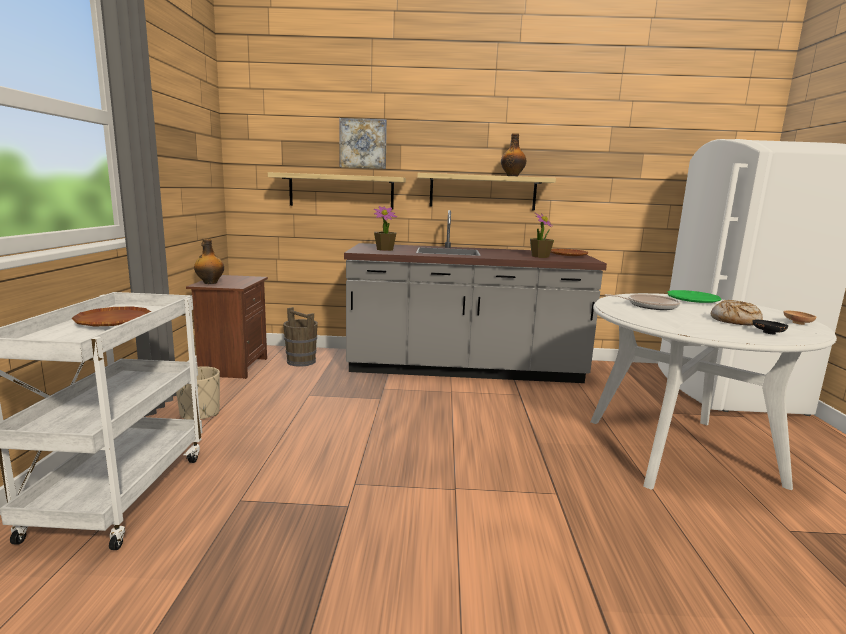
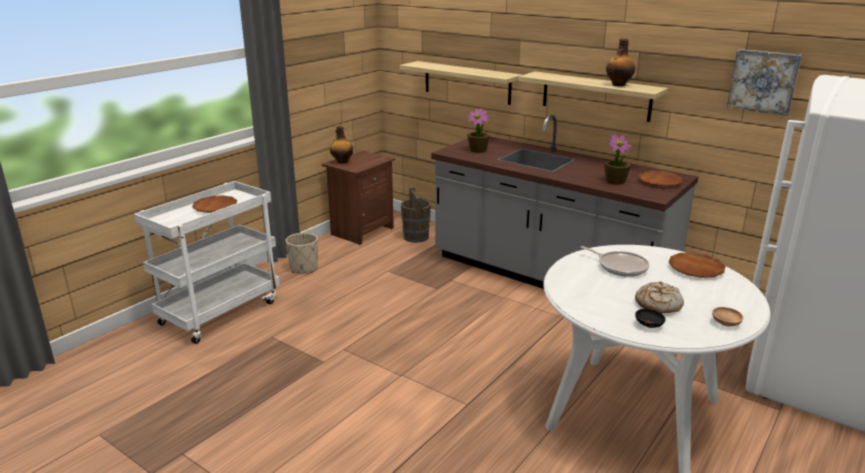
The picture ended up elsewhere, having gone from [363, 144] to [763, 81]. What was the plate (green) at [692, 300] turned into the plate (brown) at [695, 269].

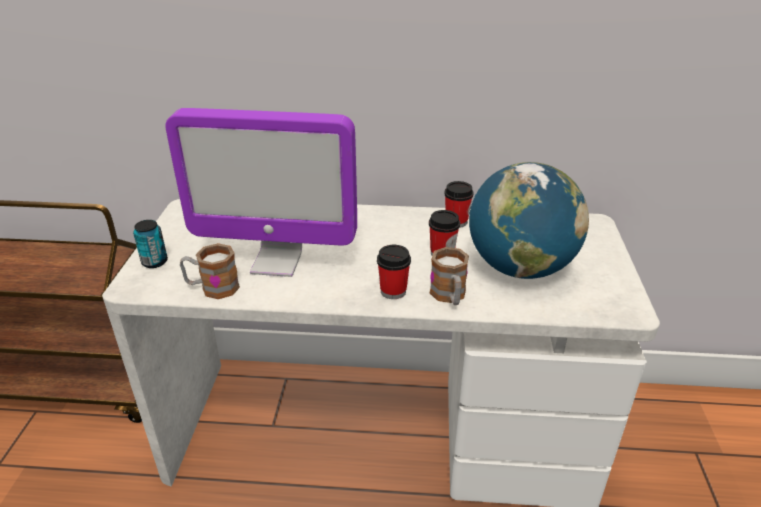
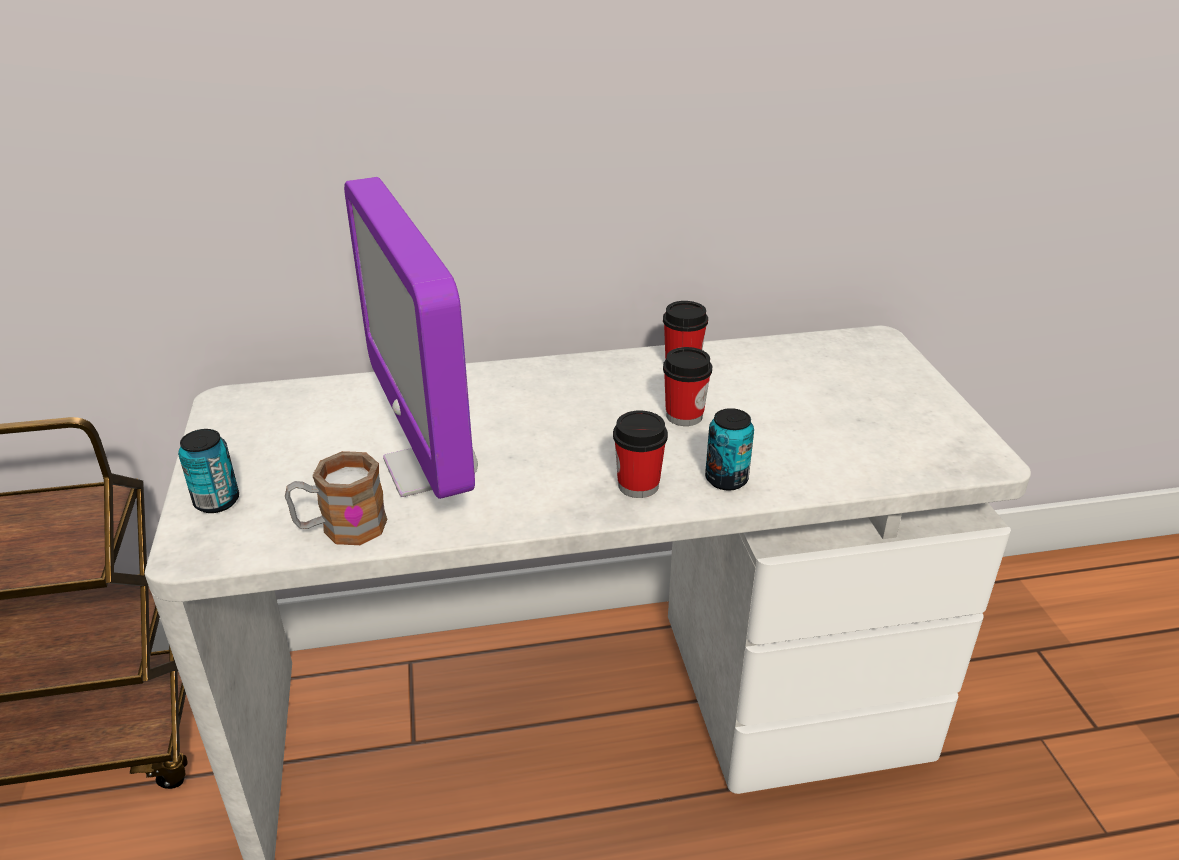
The monitor at [277, 262] ended up facing another way, 75 degrees clockwise from before. The second view lost the globe at [520, 268]. Where the mug stood at [449, 296], the can came to stand at [726, 479].

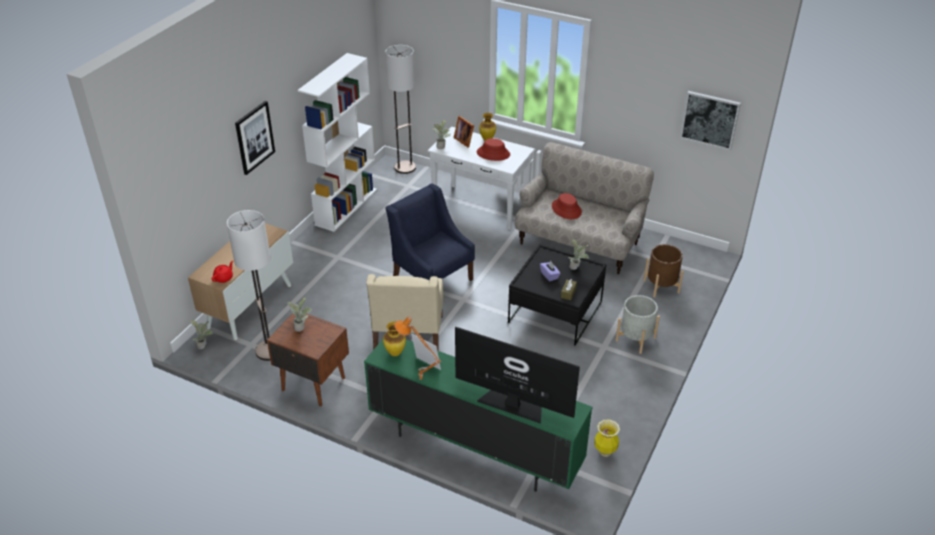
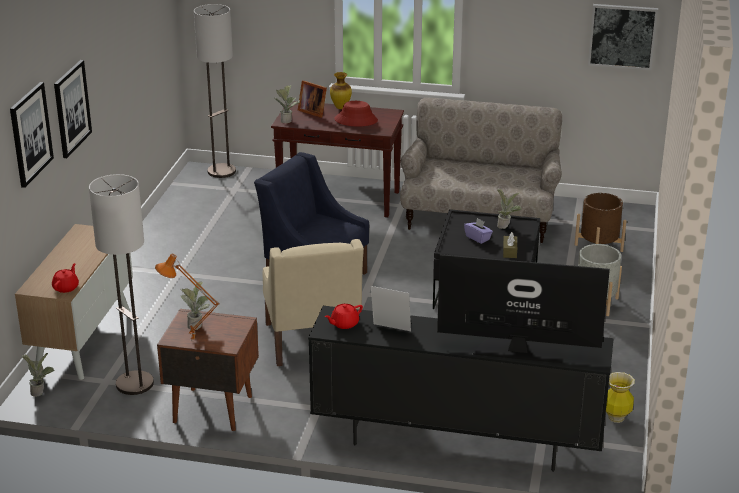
The second view lost the bookcase (white) at [346, 207]. What was the console table (white) at [481, 207] turned into the console table (brown) at [340, 199]. The second view lost the hat (red) at [566, 209]. The table lamp (orange) ended up elsewhere, having gone from [419, 380] to [191, 342]. Where the vase stood at [395, 353], the teapot (red) came to stand at [344, 324]. What was the tv stand (green) at [473, 448] turned into the tv stand (black) at [455, 441]. The second view gained the picture at [30, 134].

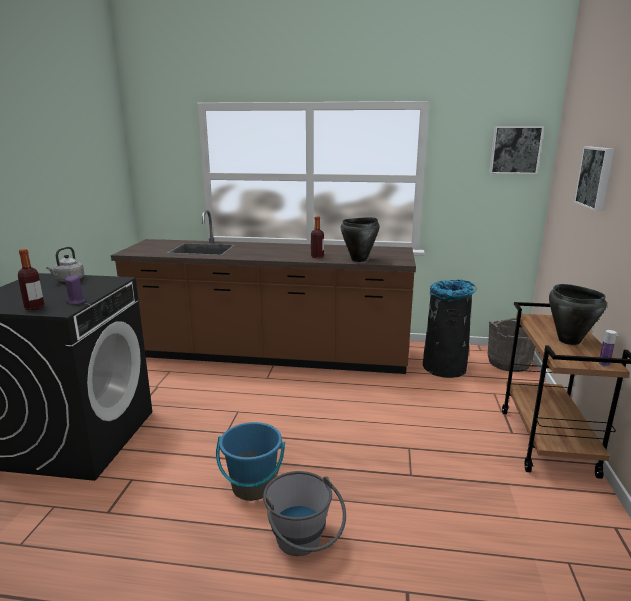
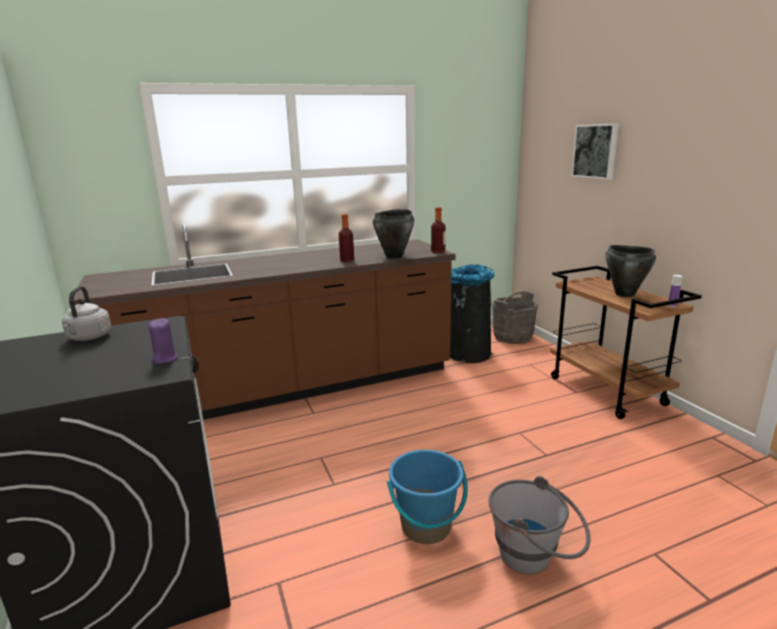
The second view lost the picture at [515, 150]. The bottle ended up elsewhere, having gone from [34, 307] to [438, 252].

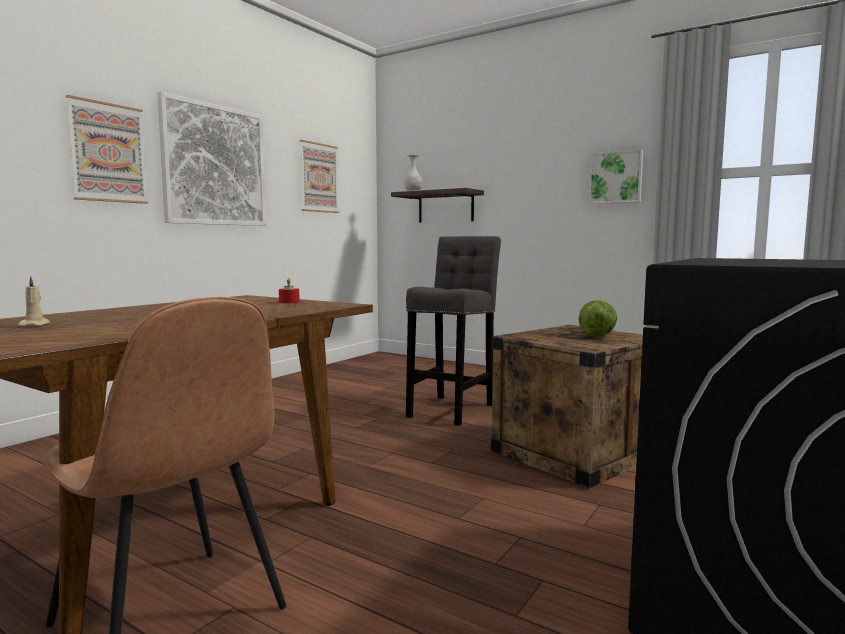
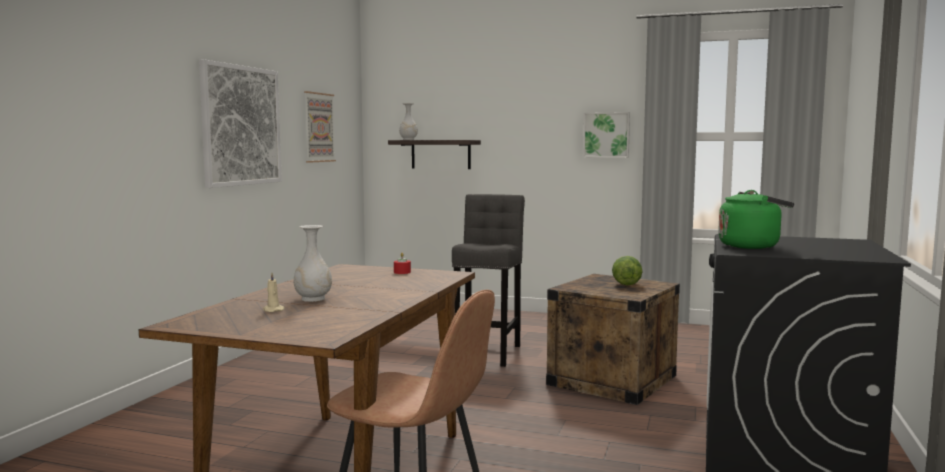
The second view lost the picture at [108, 153]. The second view gained the kettle (green) at [752, 246]. The second view gained the vase (white) at [313, 299].

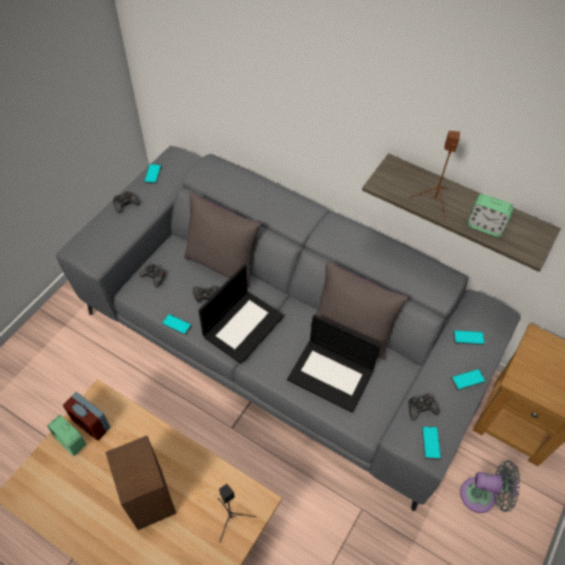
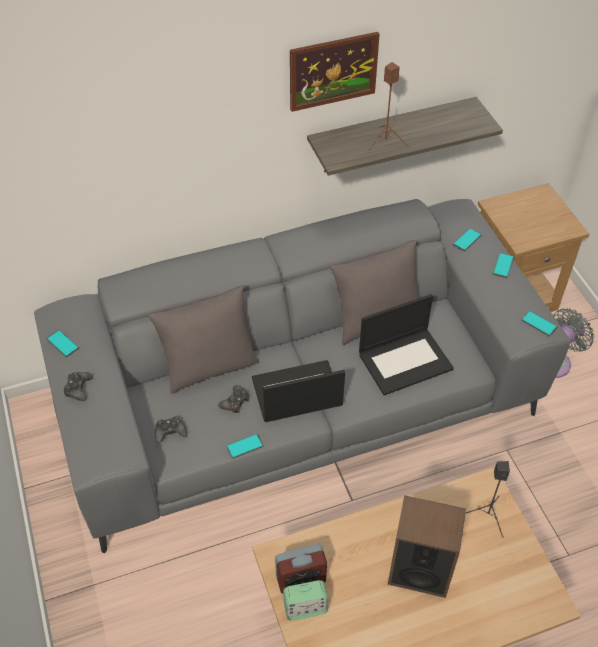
The second view lost the alarm clock at [485, 226]. The laptop at [243, 325] ended up facing another way, 90 degrees counterclockwise from before. The second view lost the game controller (black) at [421, 408]. The second view gained the picture at [333, 71].

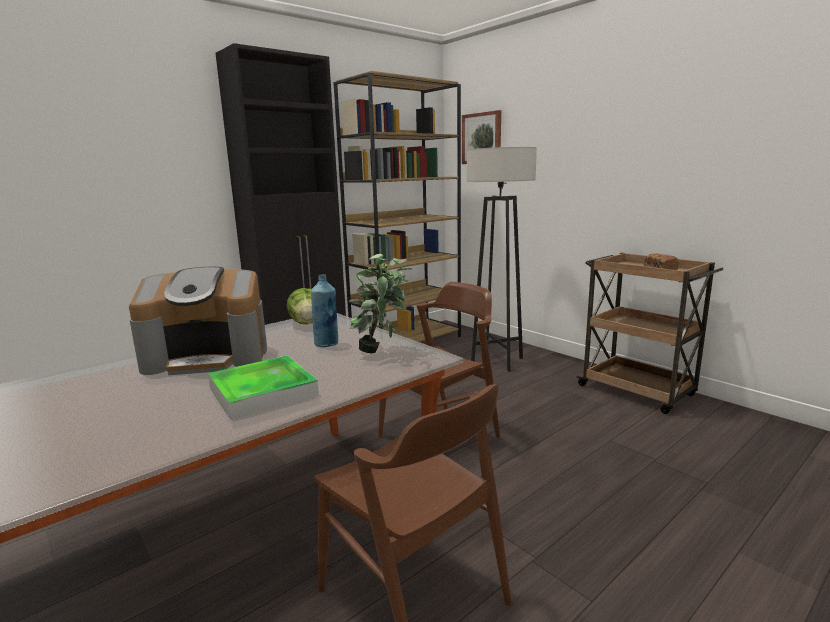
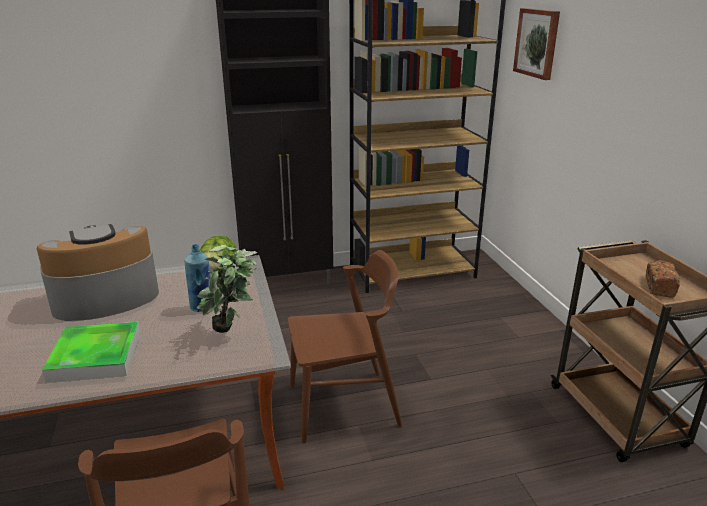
The second view lost the floor lamp (grey) at [497, 361]. The coffee machine at [209, 357] ended up facing another way, 135 degrees clockwise from before.

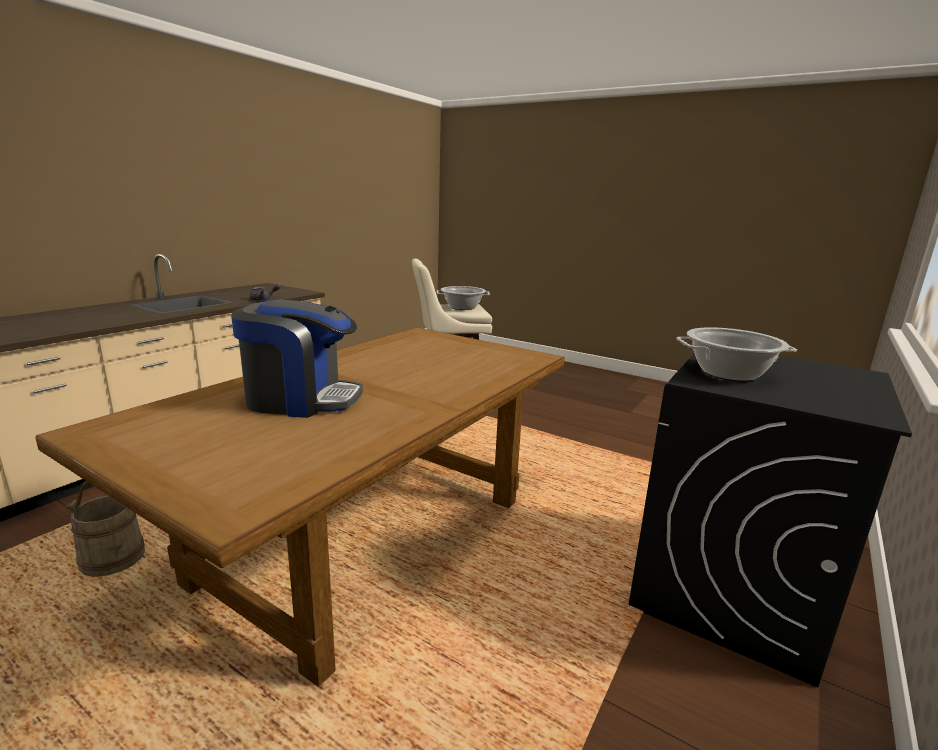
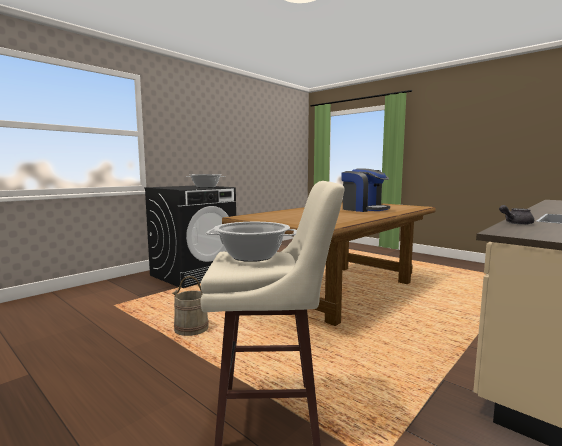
The coffee machine at [301, 399] ended up facing another way, 150 degrees counterclockwise from before. The bucket (beige) ended up elsewhere, having gone from [113, 559] to [191, 329].

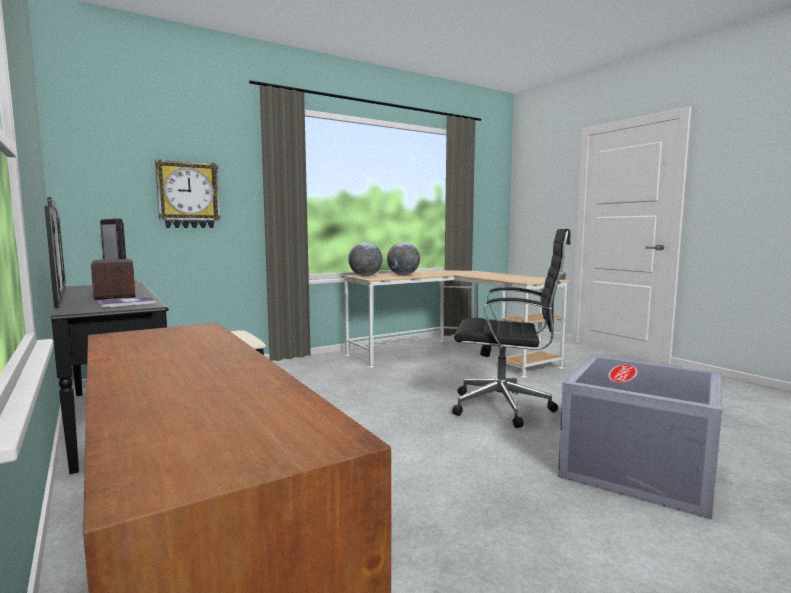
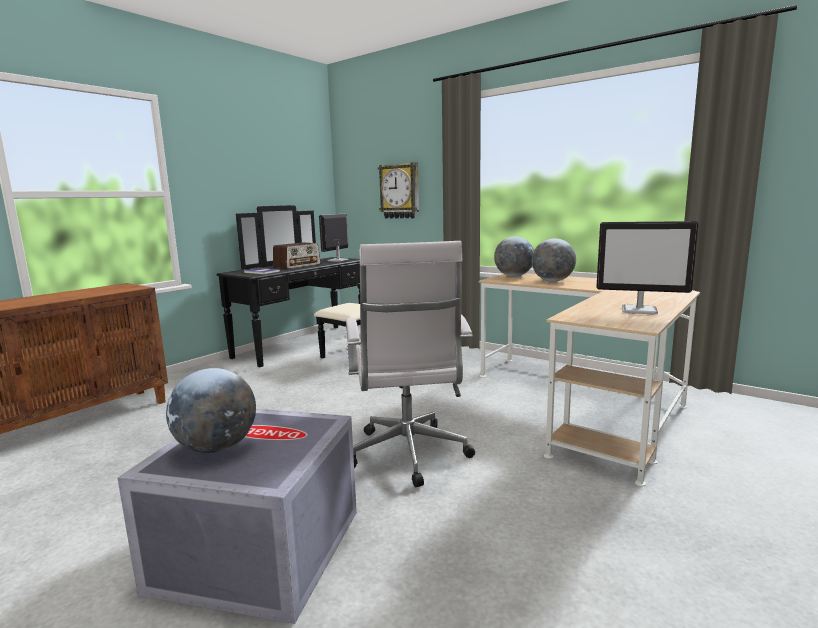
What was the office chair (black) at [506, 408] turned into the office chair (white) at [409, 456]. The second view gained the monitor at [640, 310]. The second view gained the globe at [217, 448].

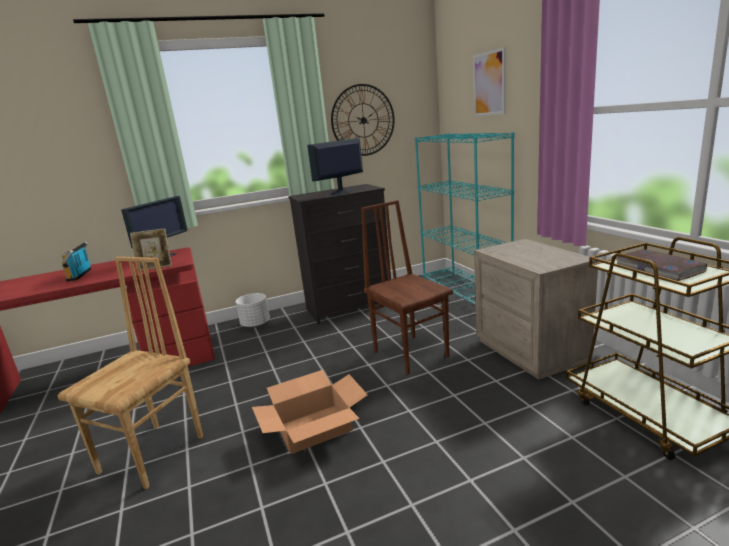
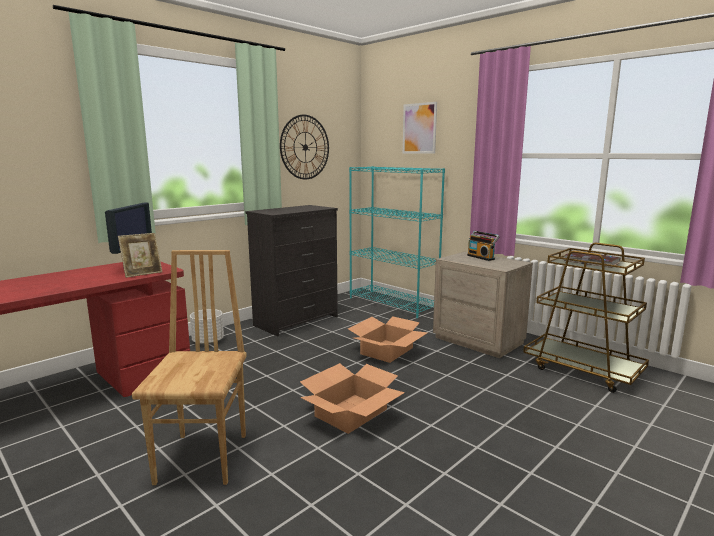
The second view lost the monitor at [340, 192]. Where the chair (brown) stood at [411, 353], the cardboard box came to stand at [387, 351]. The radio ended up elsewhere, having gone from [81, 275] to [481, 257].

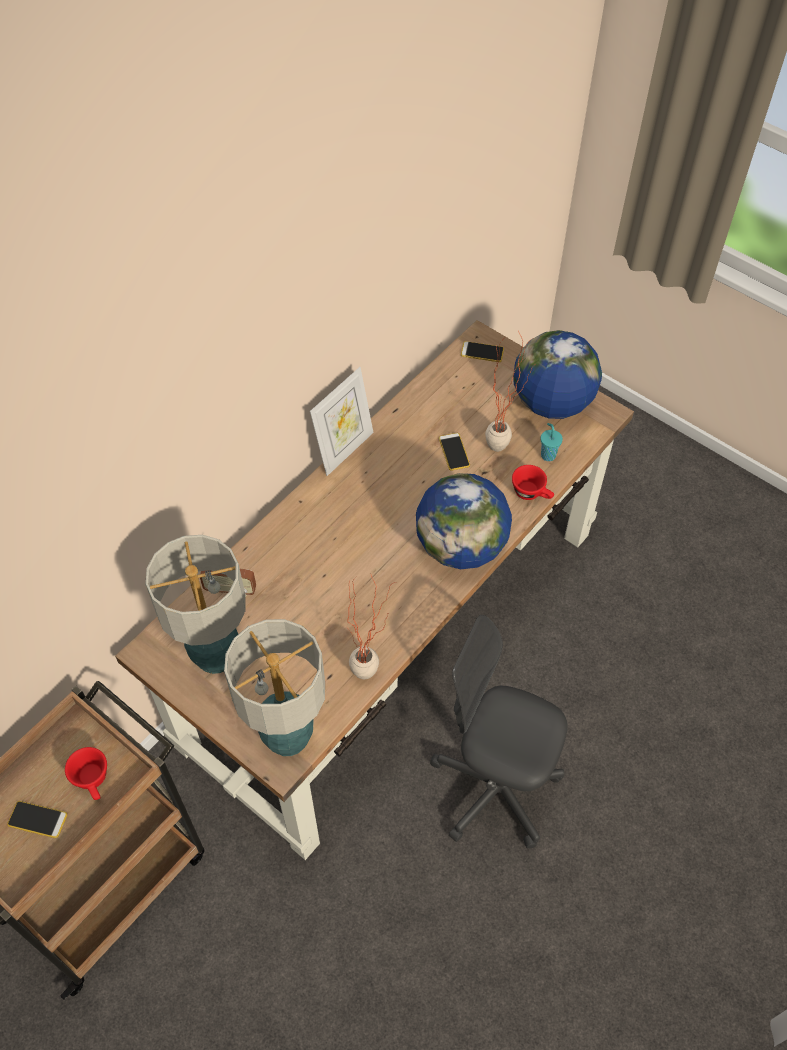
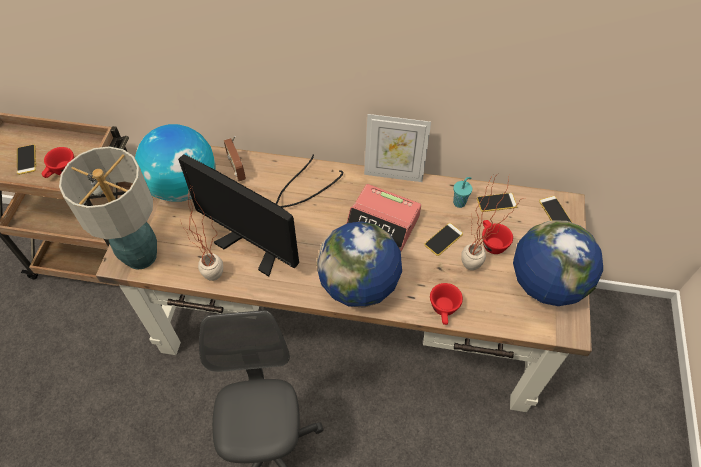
The cup (turquoise) ended up elsewhere, having gone from [547, 454] to [460, 202]. Where the table lamp stood at [216, 655], the globe came to stand at [184, 187]. The second view gained the monitor at [268, 230]. The second view gained the alarm clock at [383, 223]. The second view gained the phone at [496, 202]. The second view gained the cup (red) at [491, 242].

